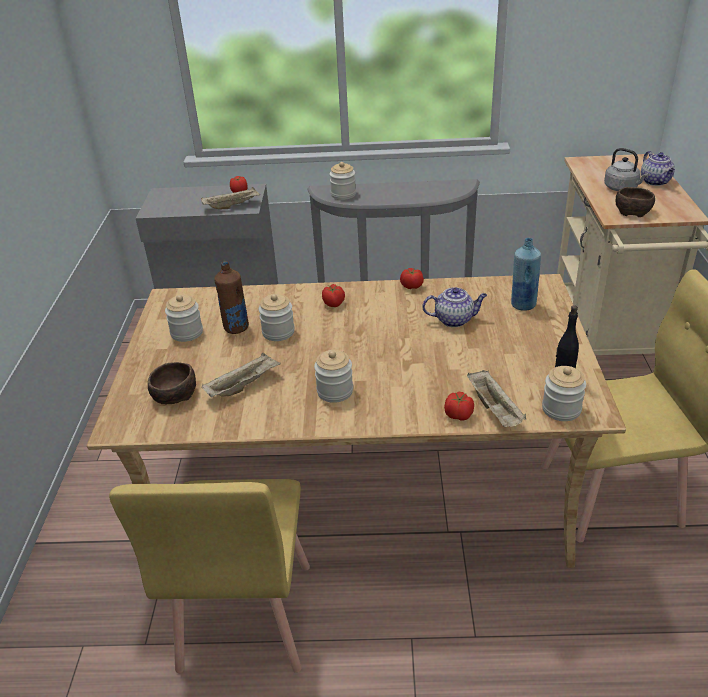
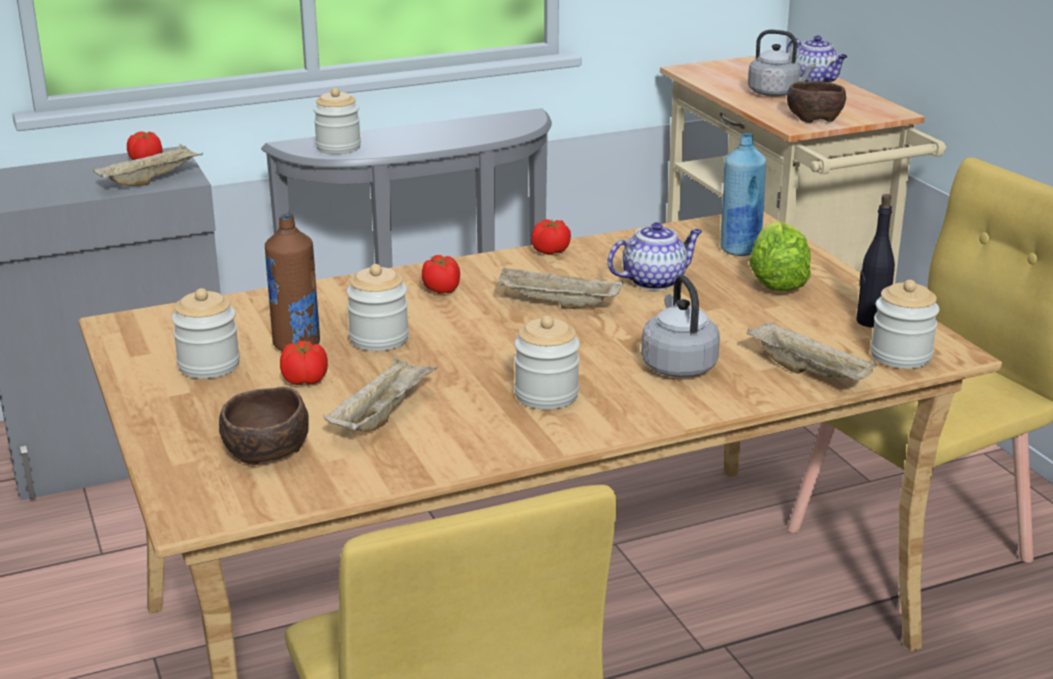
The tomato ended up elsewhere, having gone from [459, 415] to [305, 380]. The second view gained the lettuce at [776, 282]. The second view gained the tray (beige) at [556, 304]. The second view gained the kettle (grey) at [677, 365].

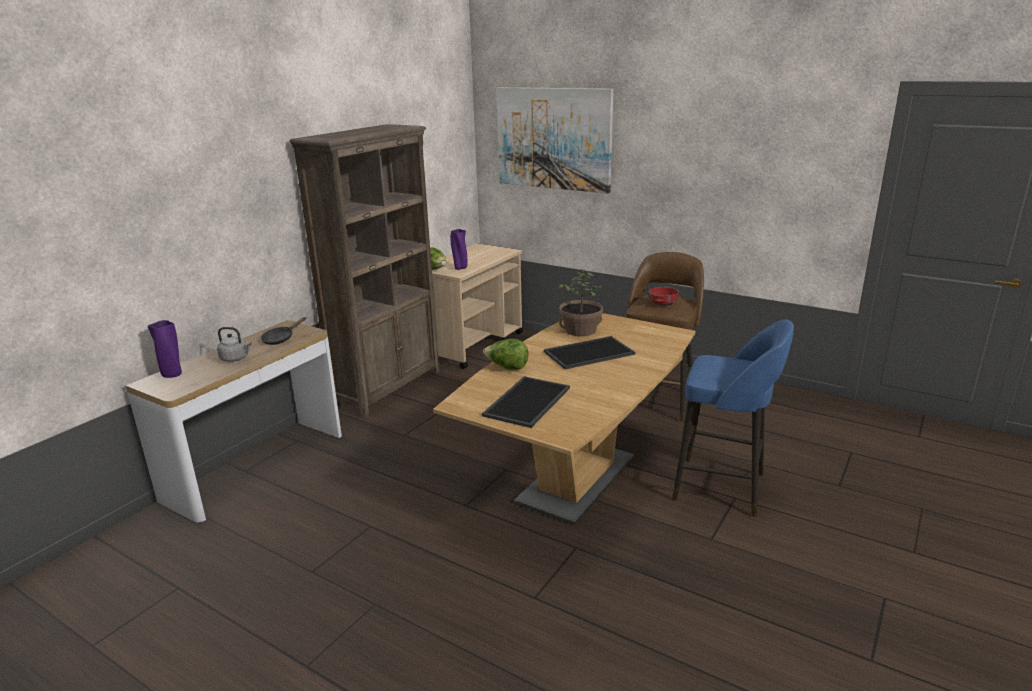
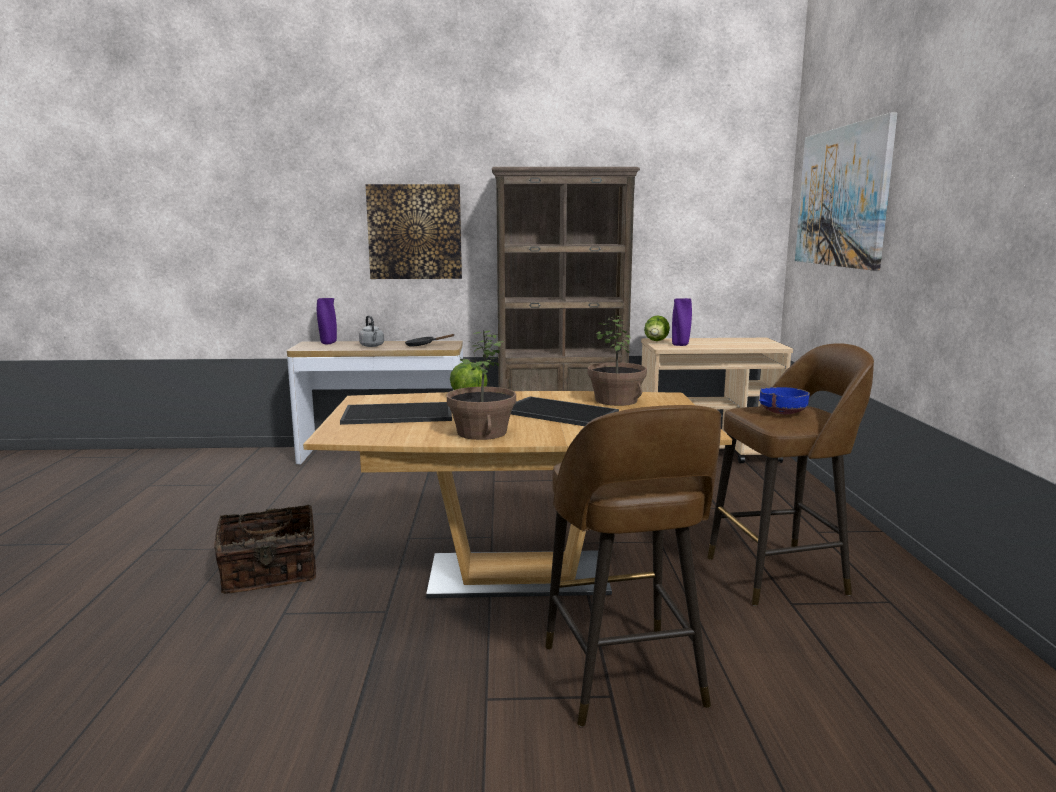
What was the bowl (red) at [662, 303] turned into the bowl (blue) at [783, 412]. What was the stool (blue) at [722, 488] turned into the stool (brown) at [624, 679]. The second view gained the picture at [415, 232]. The second view gained the potted plant at [481, 432]. The second view gained the basket at [270, 574].

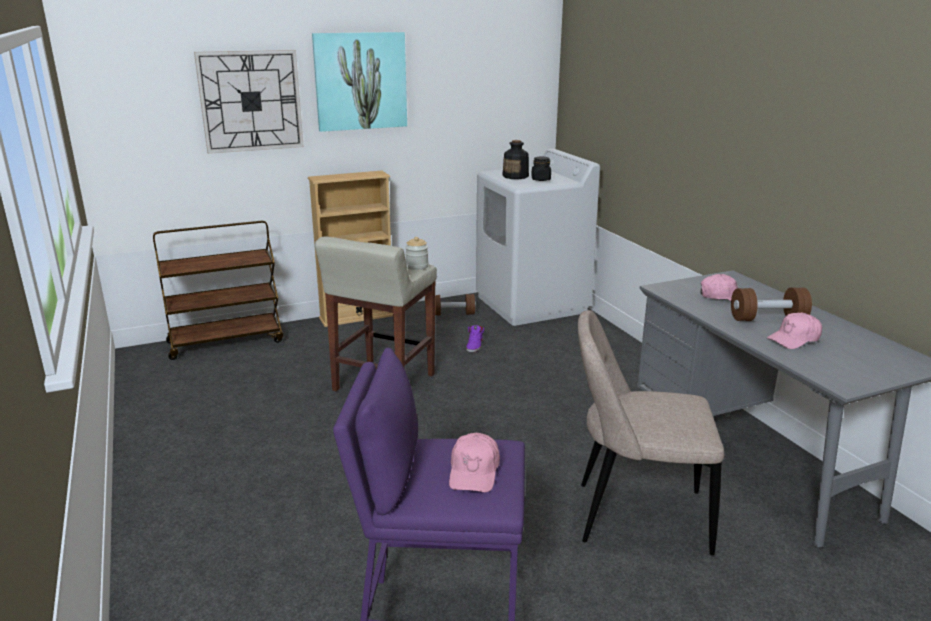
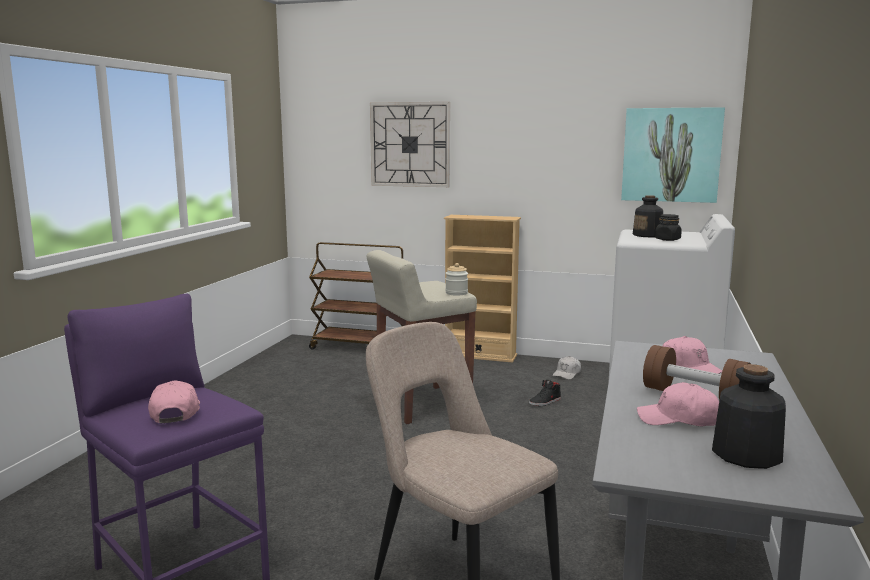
The picture ended up elsewhere, having gone from [360, 81] to [671, 155]. Where the dumbbell (brown) stood at [453, 314], the cap (white) came to stand at [567, 374]. What was the shoe (purple) at [475, 346] turned into the shoe (black) at [545, 402]. The cap (pink) at [474, 472] ended up facing another way, 120 degrees clockwise from before. The second view gained the bottle at [745, 454].

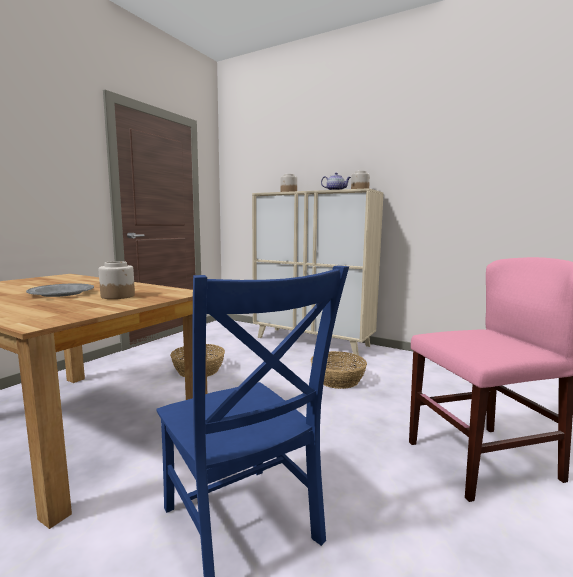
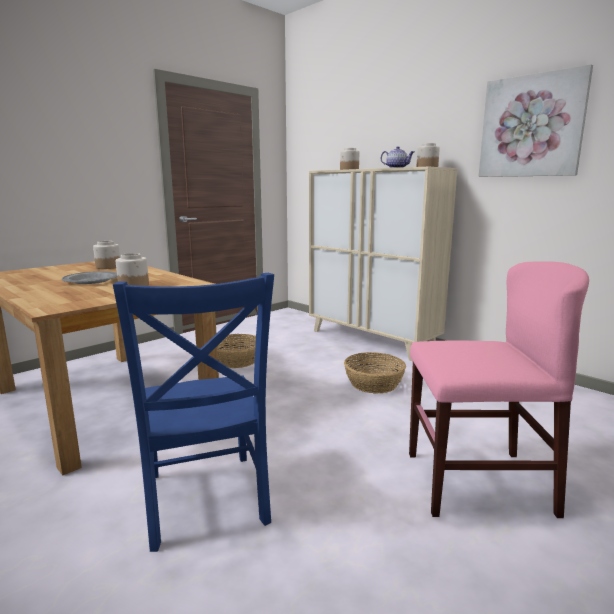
The second view gained the picture at [531, 126]. The second view gained the jar at [108, 267].

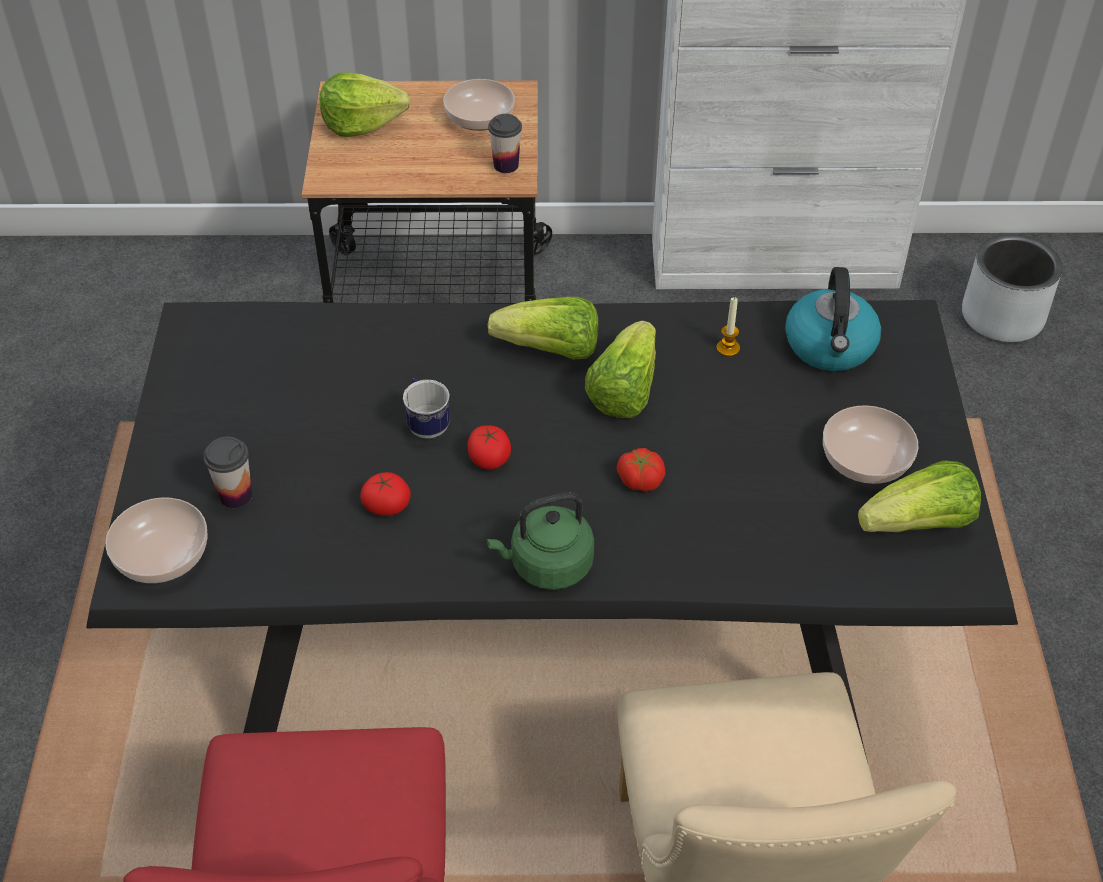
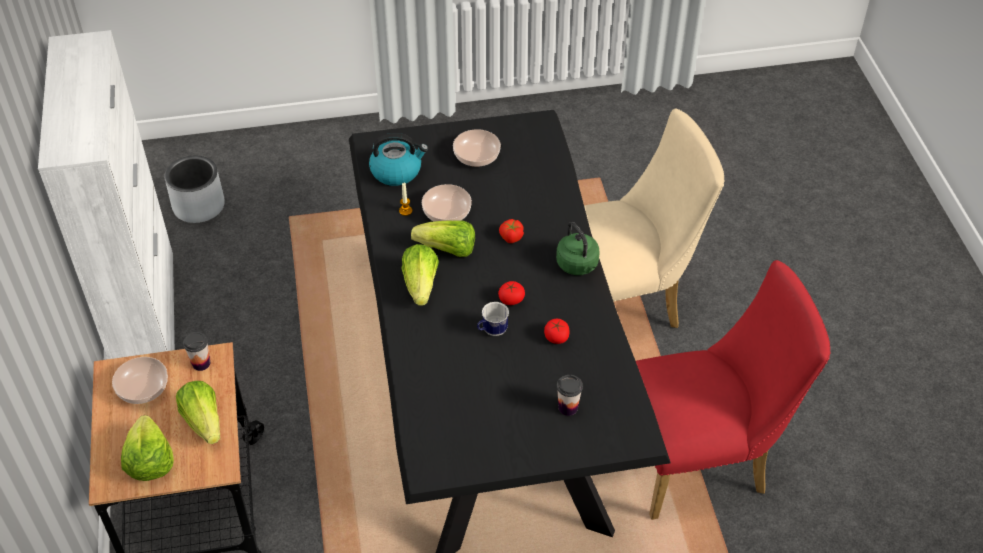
The lettuce ended up elsewhere, having gone from [919, 524] to [204, 421]. The bowl ended up elsewhere, having gone from [164, 554] to [446, 212].

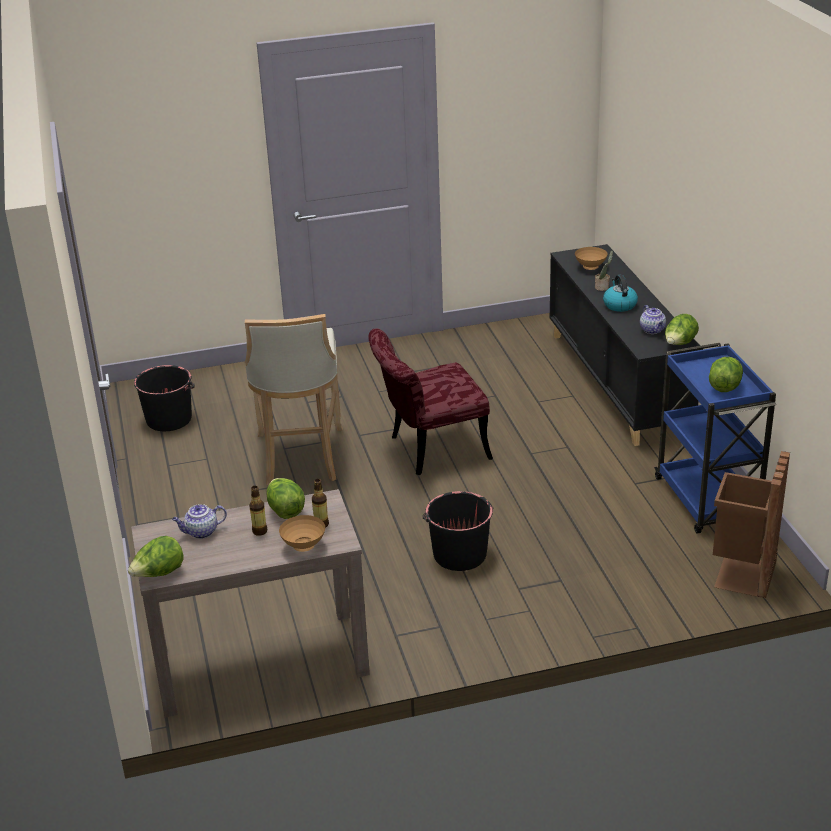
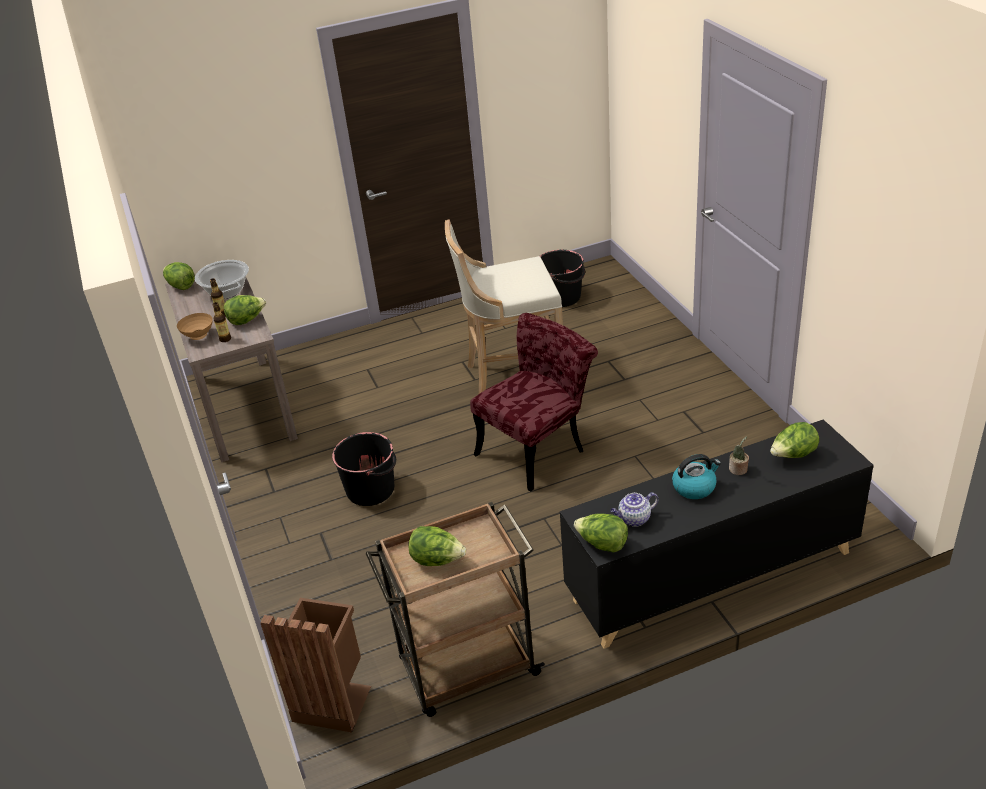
Where the bowl (brown) stood at [590, 267], the lettuce came to stand at [793, 455]. The chair (red) at [429, 450] ended up facing another way, 75 degrees clockwise from before. What was the cart (blue) at [707, 501] turned into the cart (brown) at [466, 669]. Where the teapot stood at [201, 532], the cooking pot came to stand at [226, 291].

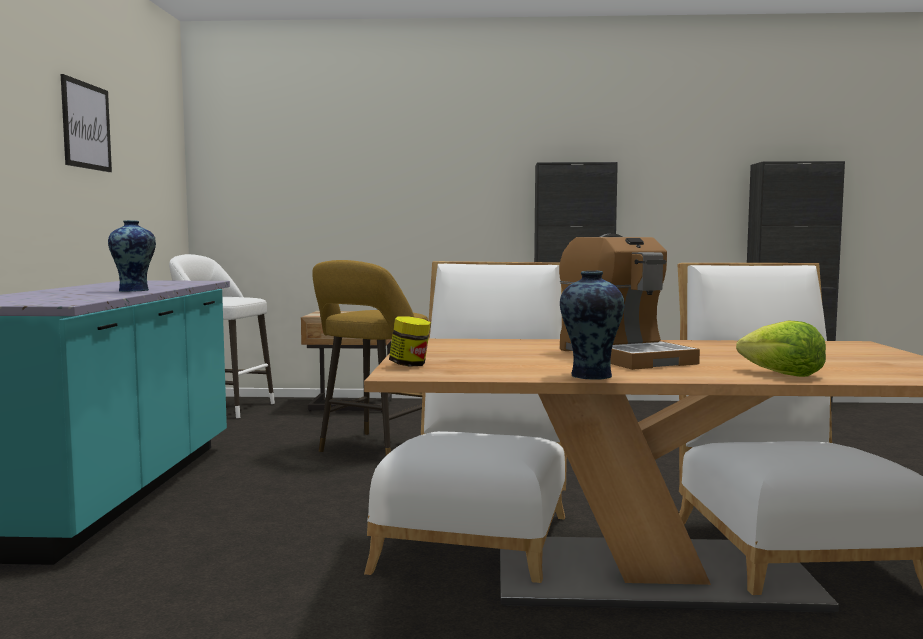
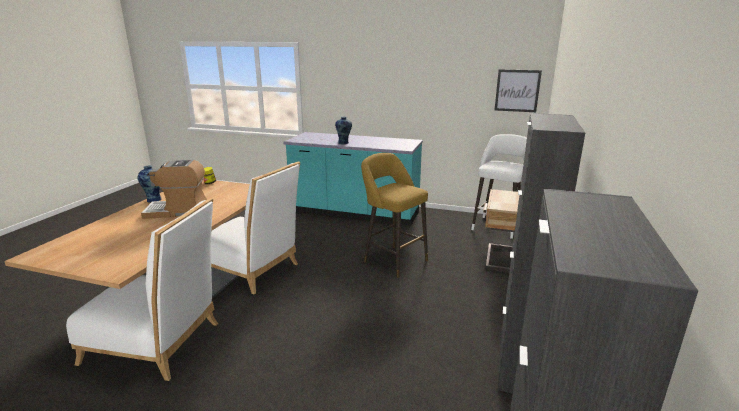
The picture ended up elsewhere, having gone from [86, 126] to [517, 90]. The second view lost the lettuce at [782, 374].

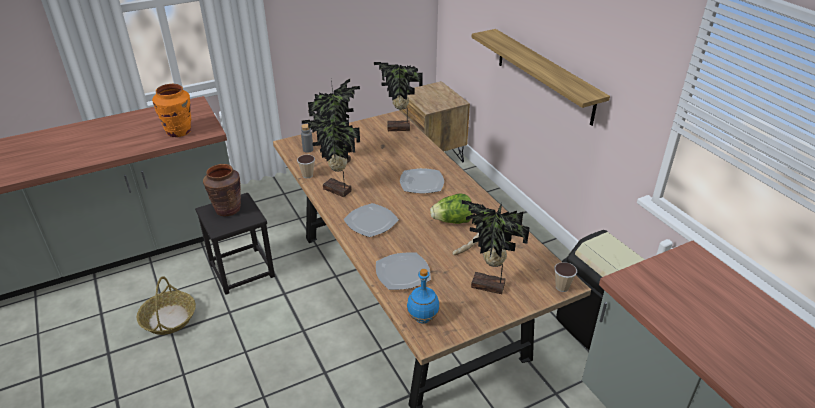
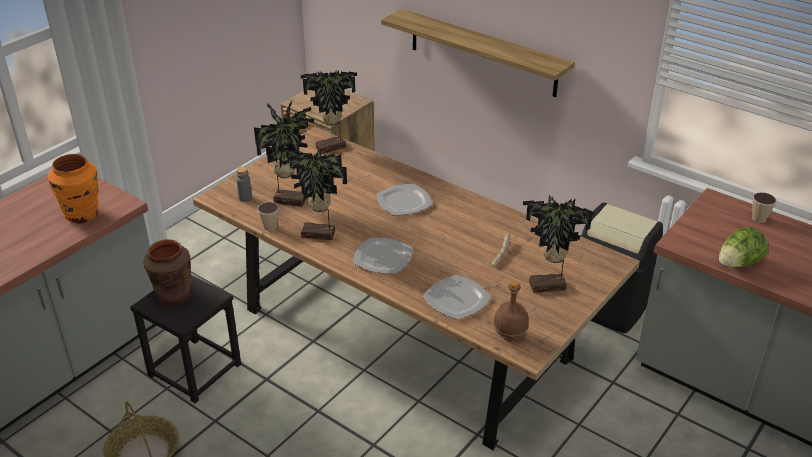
The lettuce ended up elsewhere, having gone from [452, 221] to [738, 264]. The cup ended up elsewhere, having gone from [562, 287] to [758, 219]. What was the bottle (blue) at [422, 318] turned into the bottle (brown) at [509, 336].

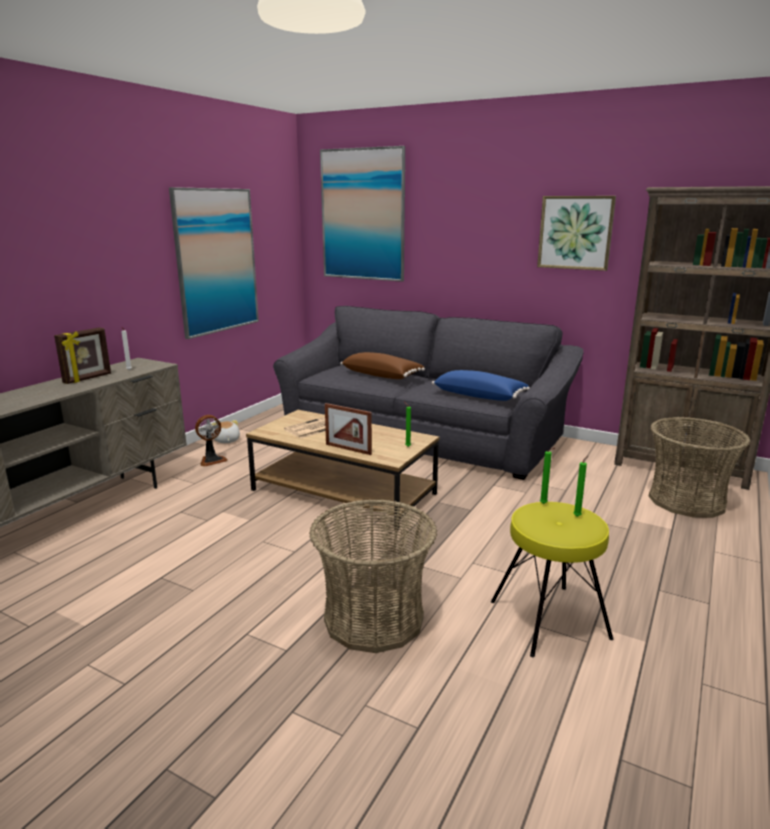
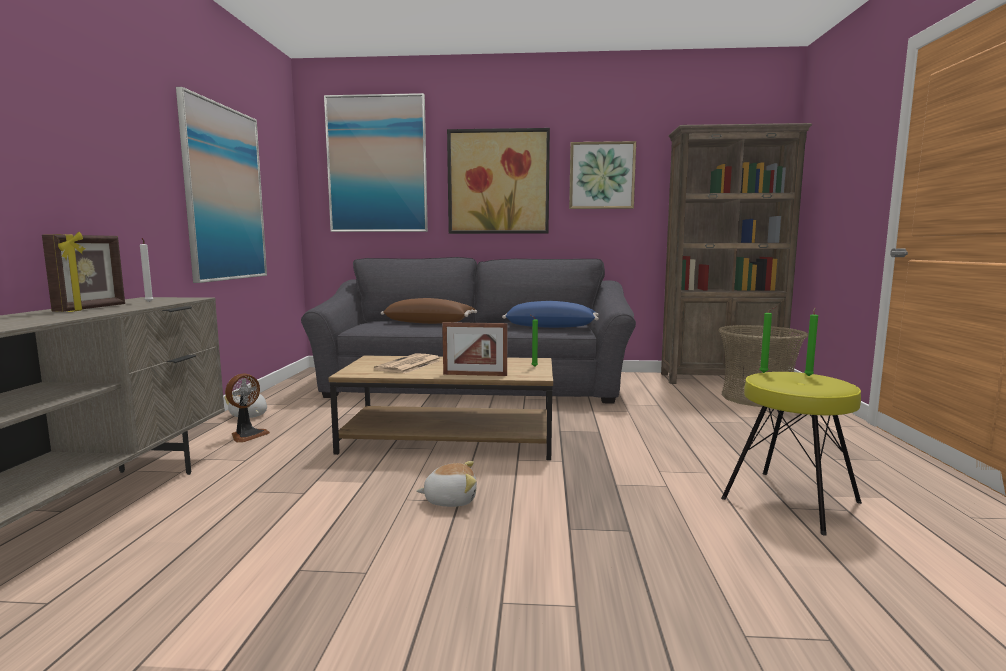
The second view lost the basket at [374, 618]. The second view gained the picture at [498, 182]. The second view gained the plush toy at [450, 500].

